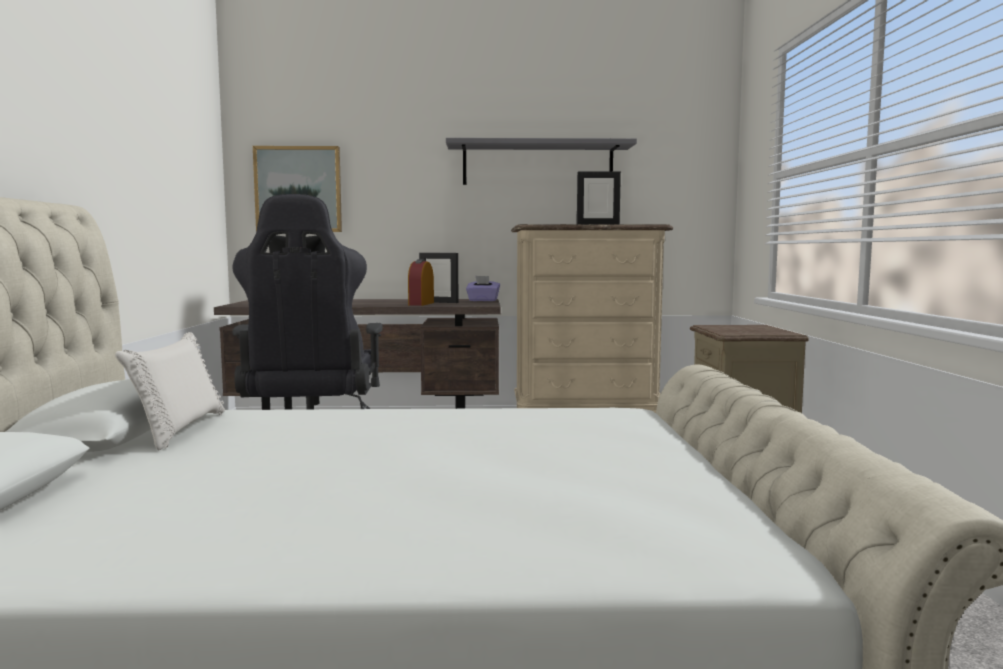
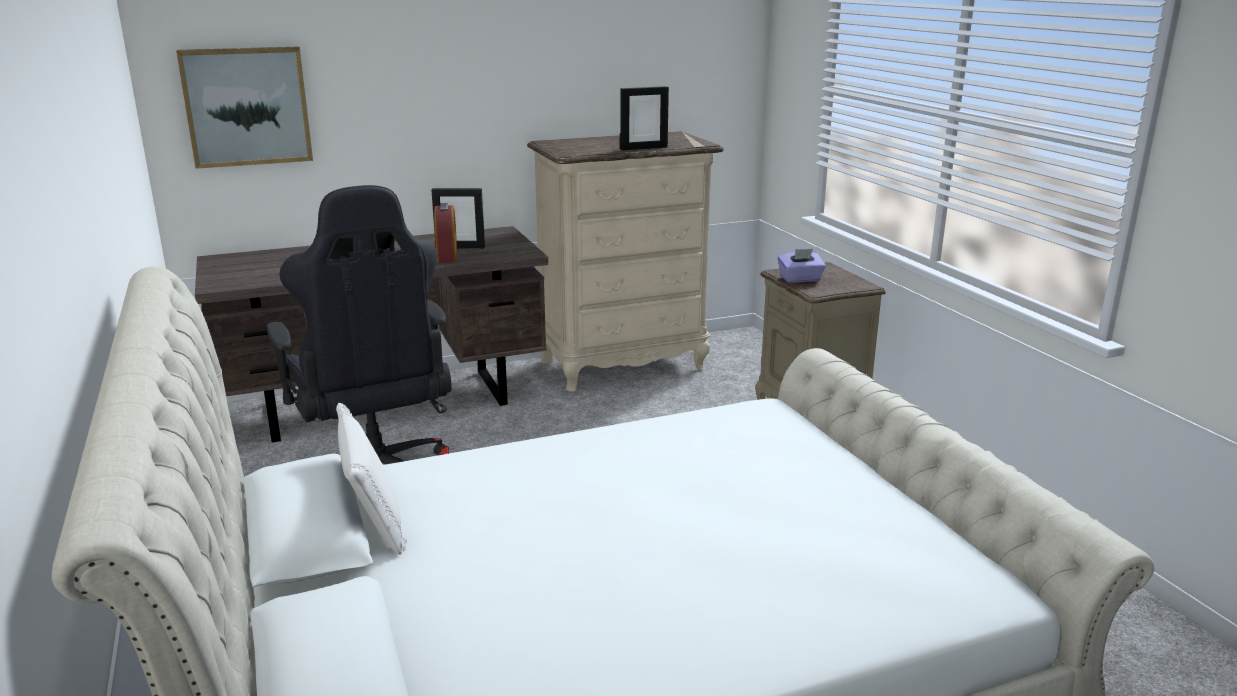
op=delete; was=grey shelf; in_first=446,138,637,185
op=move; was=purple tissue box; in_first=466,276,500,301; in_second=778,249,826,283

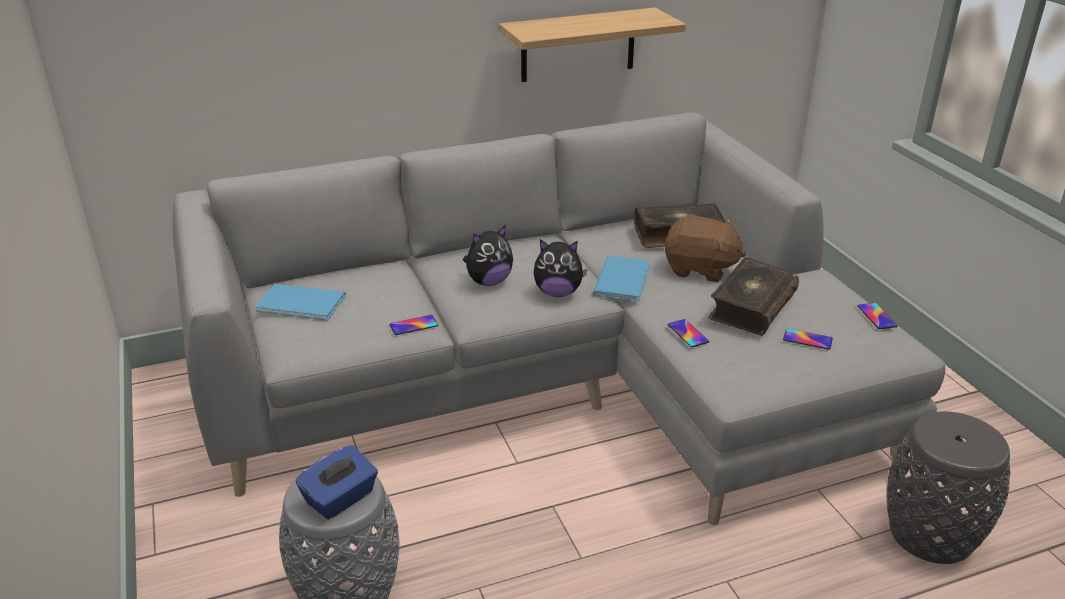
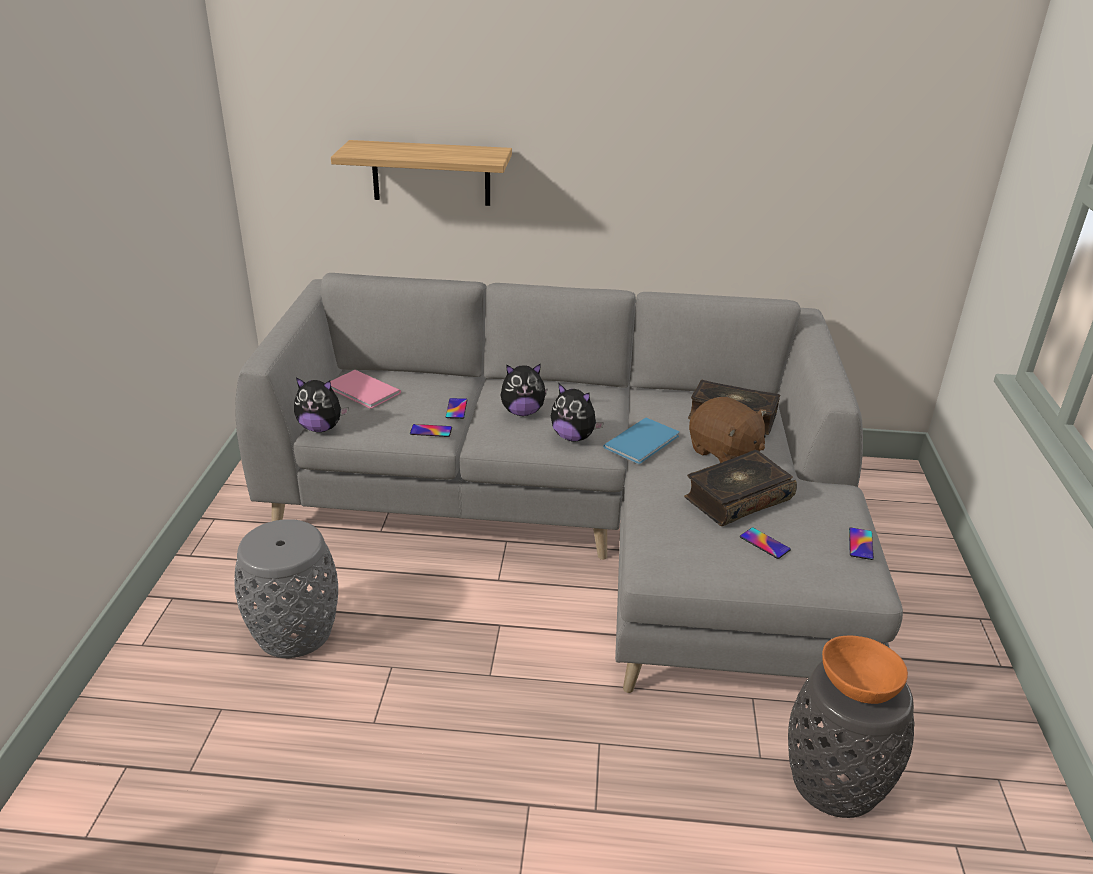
op=move; was=shelf; in_first=499,7,686,82; in_second=331,140,512,206
op=recolor; was=blue book; now=pink book; in_first=256,284,346,321; in_second=330,370,401,409
op=move; was=phone; in_first=668,319,709,347; in_second=446,398,467,419
op=delete; was=blue tissue box; in_first=296,445,378,520
op=insert; now=plush toy; in_second=294,377,348,432
op=insert; now=orange bowl; in_second=822,636,908,704

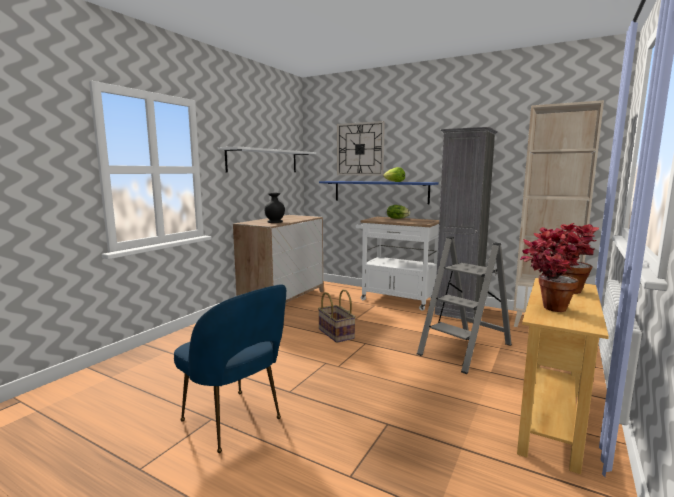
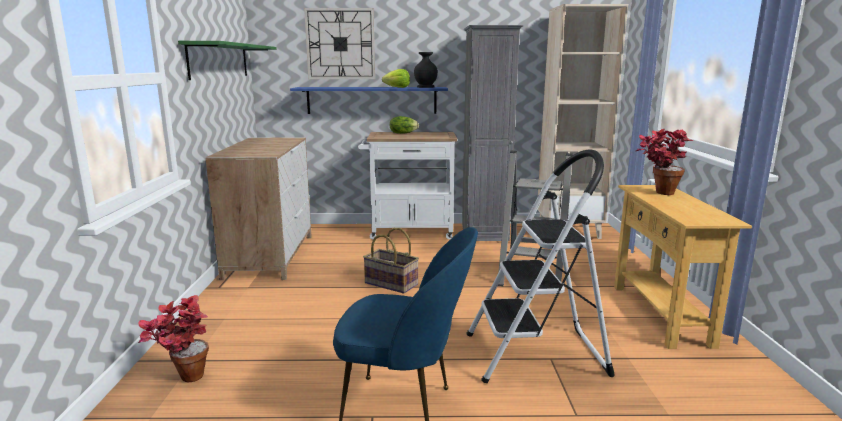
op=recolor; was=white shelf; now=green shelf; in_first=218,146,316,173; in_second=178,41,277,80
op=move; was=black vase; in_first=264,193,285,223; in_second=414,52,438,88
op=move; was=potted plant; in_first=520,231,591,312; in_second=138,295,209,383
op=insert; now=step ladder; in_second=466,150,614,383

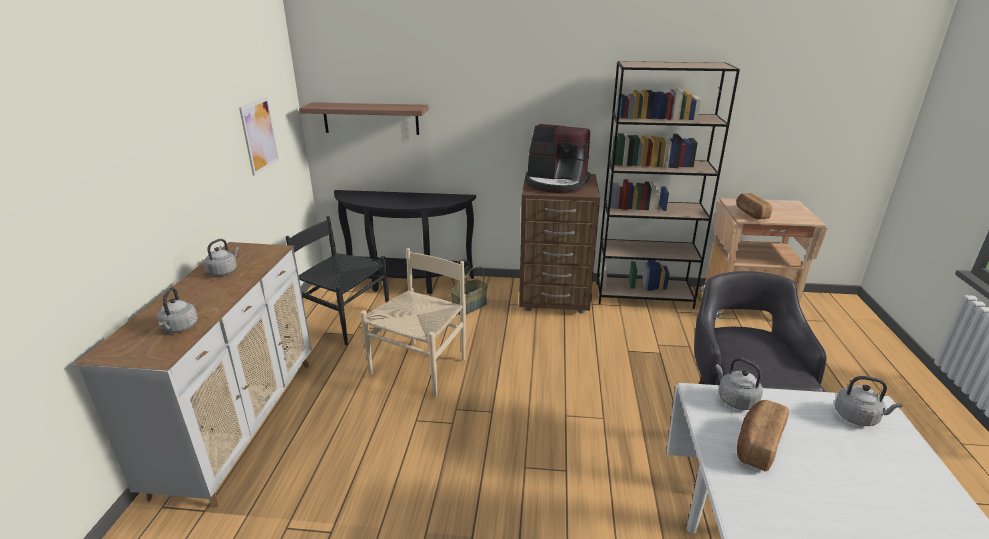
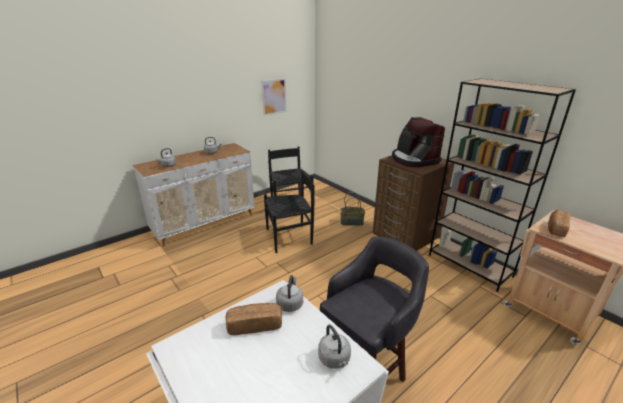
op=delete; was=shelf; in_first=299,102,429,135
op=delete; was=black console table; in_first=334,190,476,294
op=recolor; was=beige chair; now=black chair; in_first=361,248,466,398; in_second=264,170,314,253

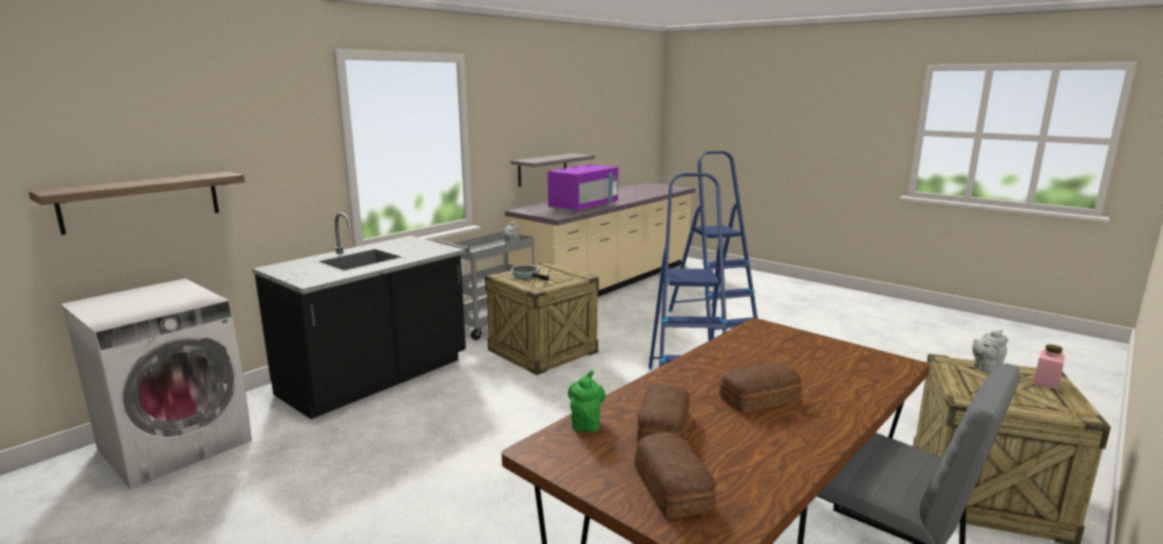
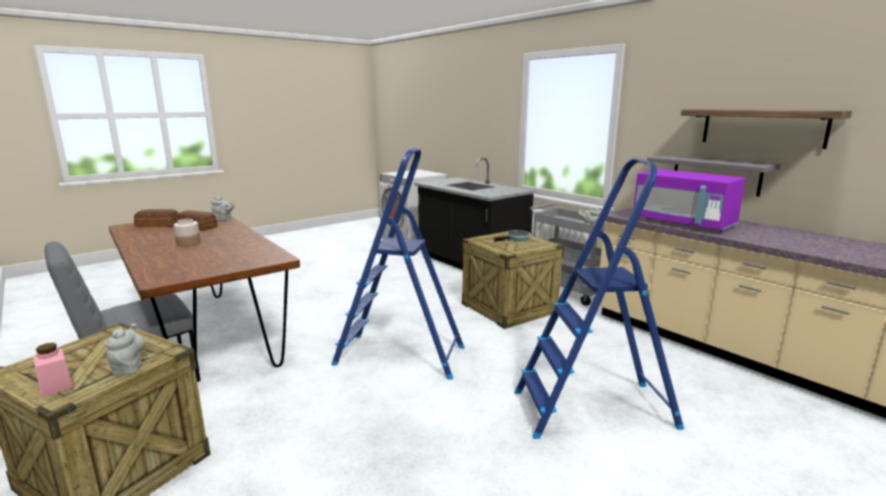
op=move; was=shelf; in_first=29,172,245,235; in_second=681,109,852,149
op=replace; was=bread; now=jar; in_first=719,362,802,413; in_second=174,219,201,246
op=recolor; was=green teapot; now=grey teapot; in_first=568,370,606,432; in_second=211,196,235,221

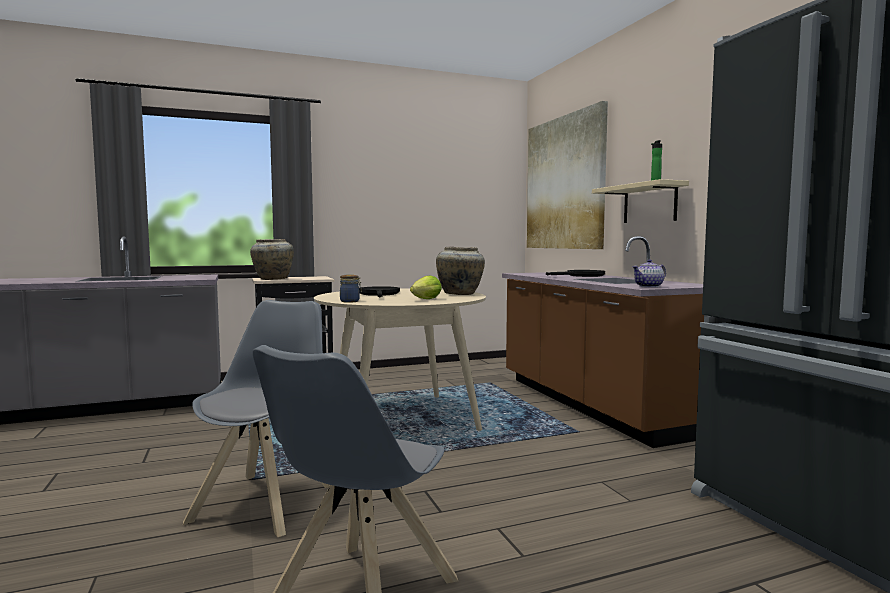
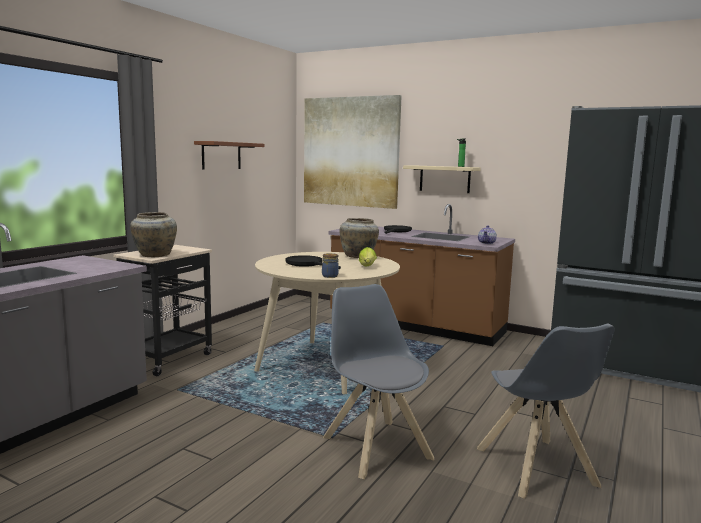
op=insert; now=brown shelf; in_second=194,141,265,169

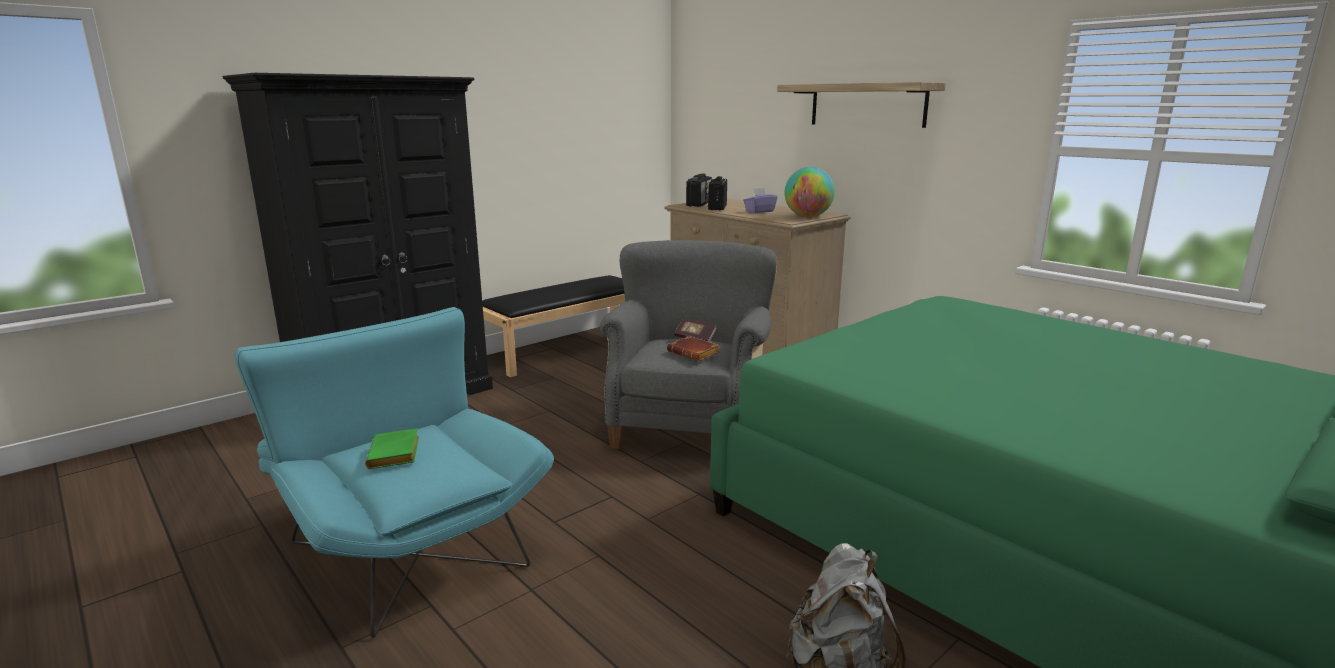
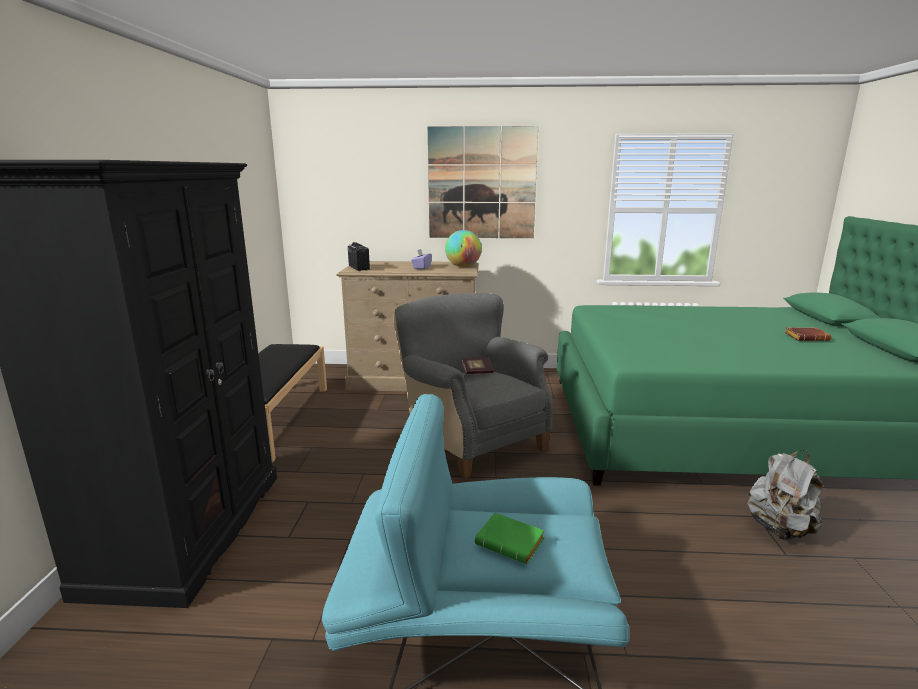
op=replace; was=shelf; now=picture; in_first=777,82,946,128; in_second=428,126,538,238
op=delete; was=radio; in_first=708,176,727,211
op=move; was=brown book; in_first=667,336,720,361; in_second=784,327,831,341

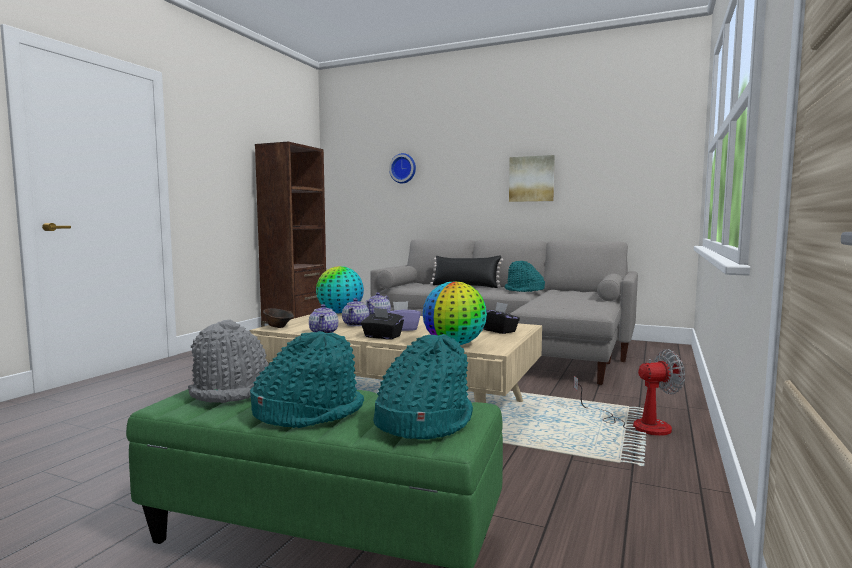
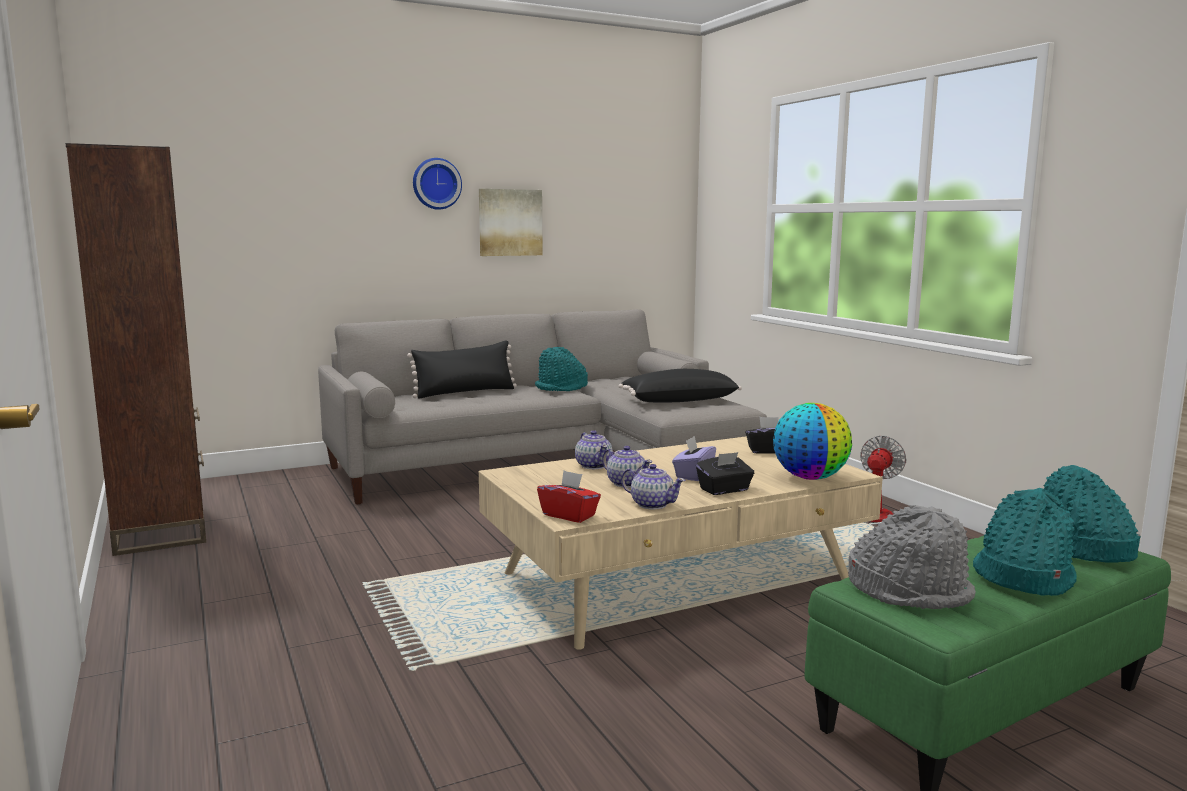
op=move; was=wall clock; in_first=389,153,416,184; in_second=413,158,462,210
op=delete; was=globe; in_first=316,266,364,313
op=replace; was=brown bowl; now=red tissue box; in_first=263,308,294,328; in_second=537,470,601,523
op=insert; now=black pillow; in_second=618,369,742,403

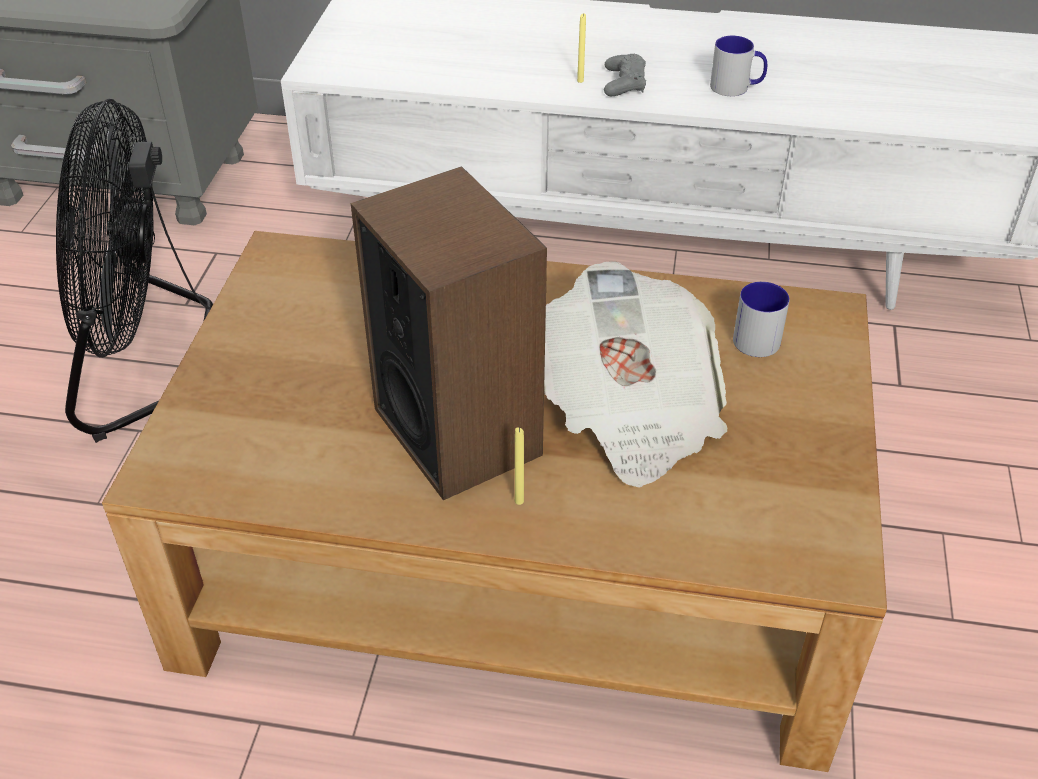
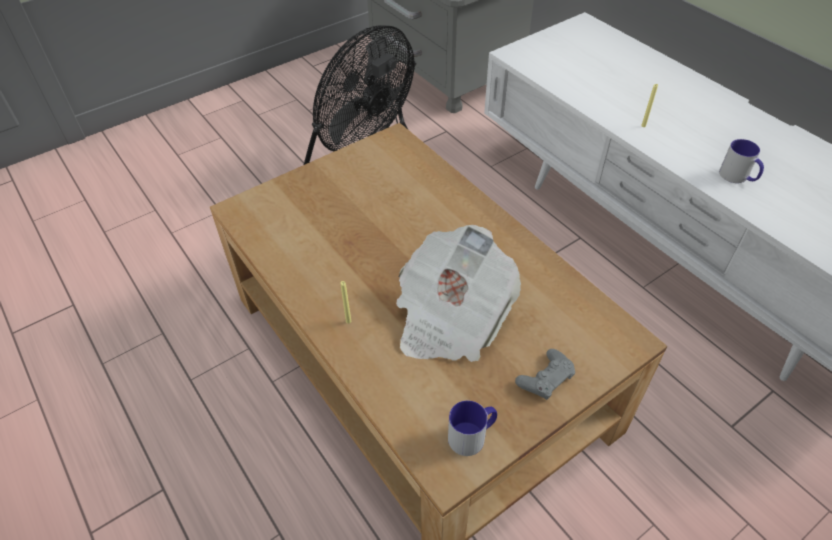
op=move; was=grey game controller; in_first=604,54,646,96; in_second=515,349,575,400
op=delete; was=speaker; in_first=351,166,547,500
op=move; was=mug; in_first=733,282,790,357; in_second=448,400,497,456

